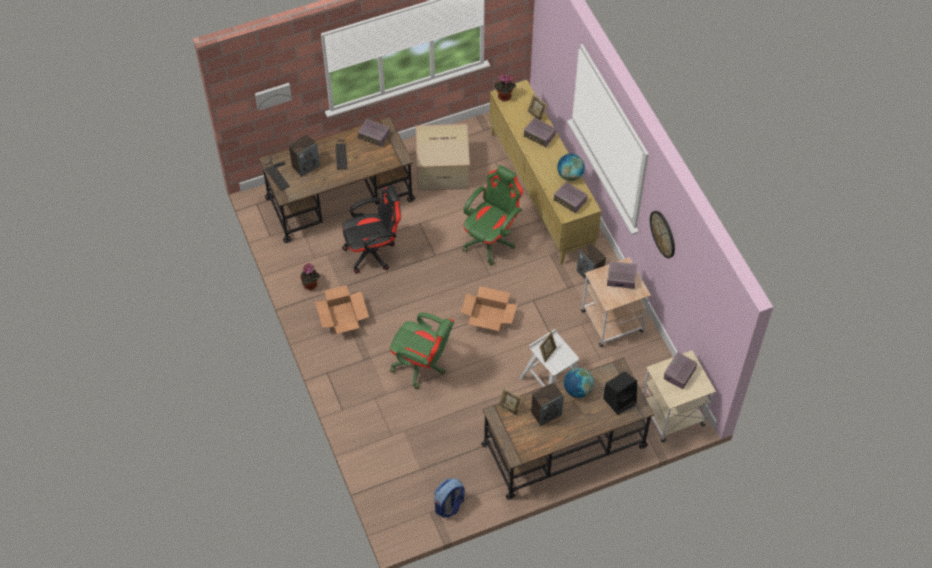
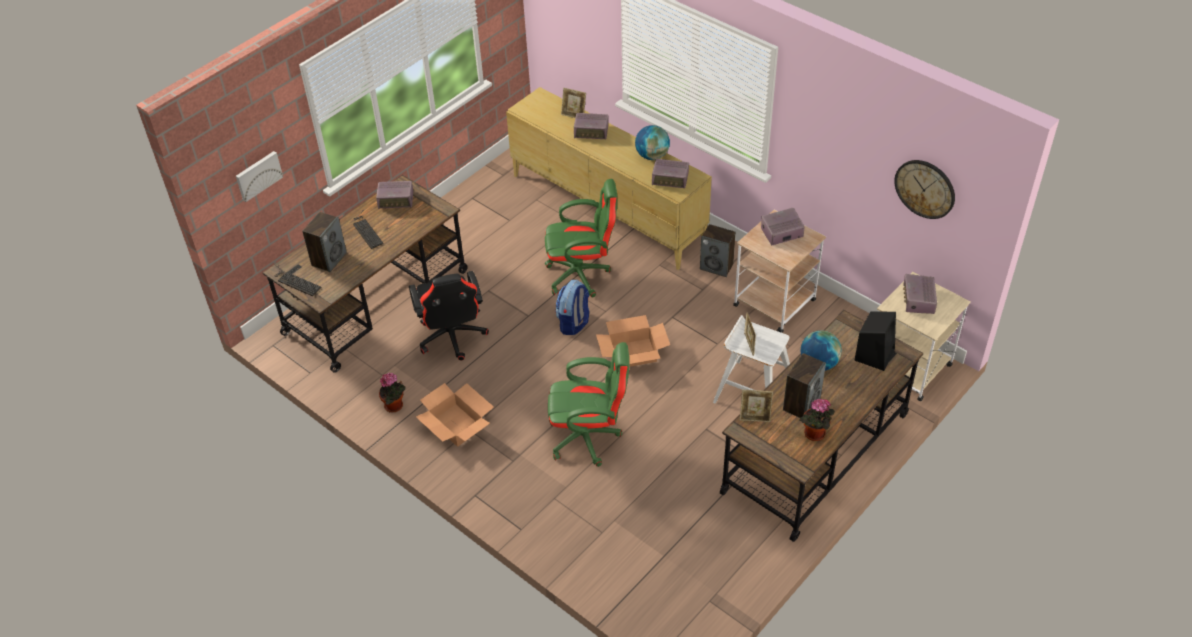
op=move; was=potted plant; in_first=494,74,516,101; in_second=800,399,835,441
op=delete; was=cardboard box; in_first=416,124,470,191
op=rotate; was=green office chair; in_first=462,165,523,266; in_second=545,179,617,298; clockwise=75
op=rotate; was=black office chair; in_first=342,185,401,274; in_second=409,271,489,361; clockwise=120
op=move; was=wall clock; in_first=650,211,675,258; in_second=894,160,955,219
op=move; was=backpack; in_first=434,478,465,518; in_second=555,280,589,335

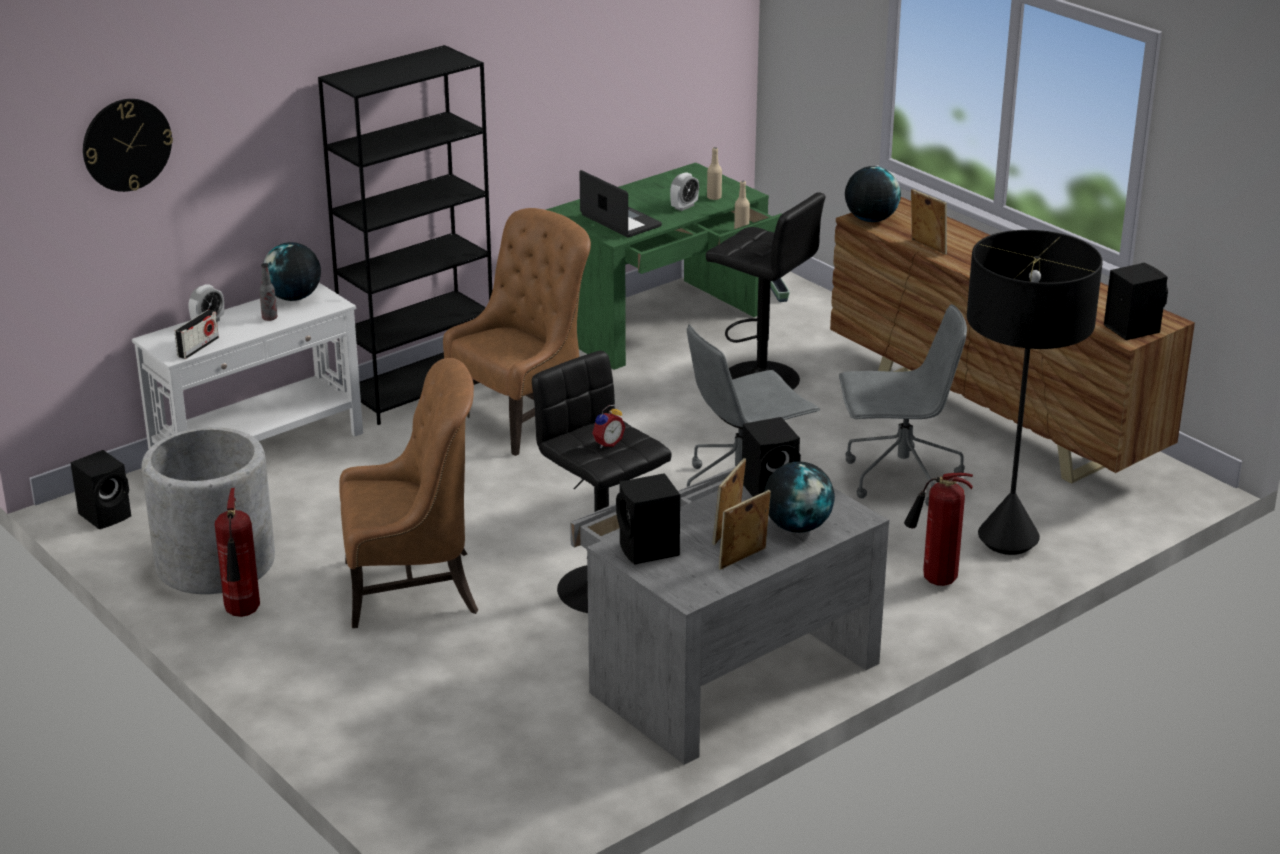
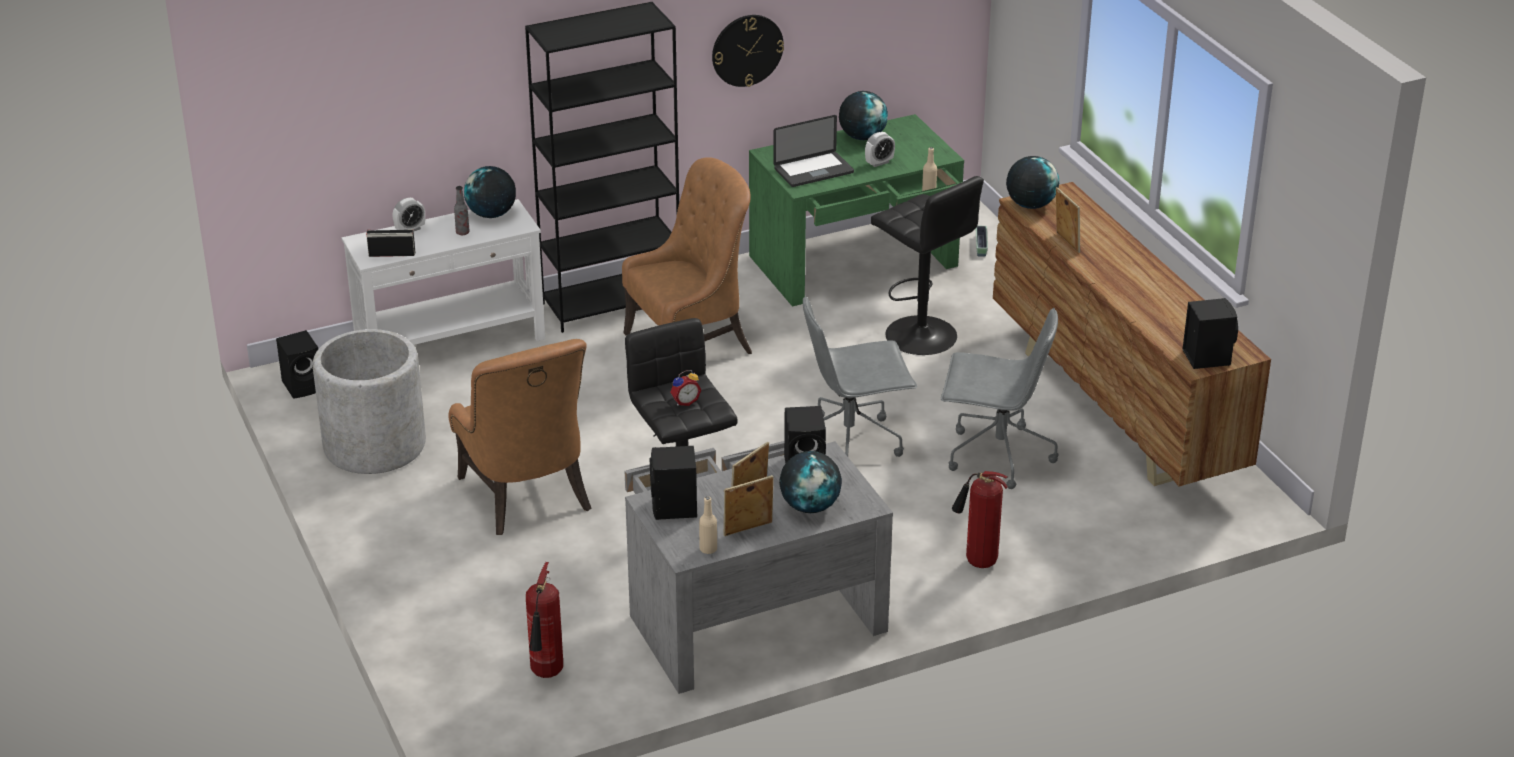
op=move; was=wall clock; in_first=83,99,173,192; in_second=712,15,784,87
op=move; was=beige bottle; in_first=707,147,722,200; in_second=699,496,717,554
op=rotate; was=laptop; in_first=579,170,662,237; in_second=773,115,854,187; clockwise=90
op=delete; was=black floor lamp; in_first=967,230,1103,555
op=rotate; was=radio; in_first=175,310,219,359; in_second=366,229,415,257; clockwise=-135
op=rotate; was=brown chair; in_first=340,358,478,628; in_second=448,339,592,535; clockwise=60
op=move; was=fire extinguisher; in_first=215,488,260,617; in_second=526,562,563,678
op=insert; now=globe; in_second=839,91,888,140

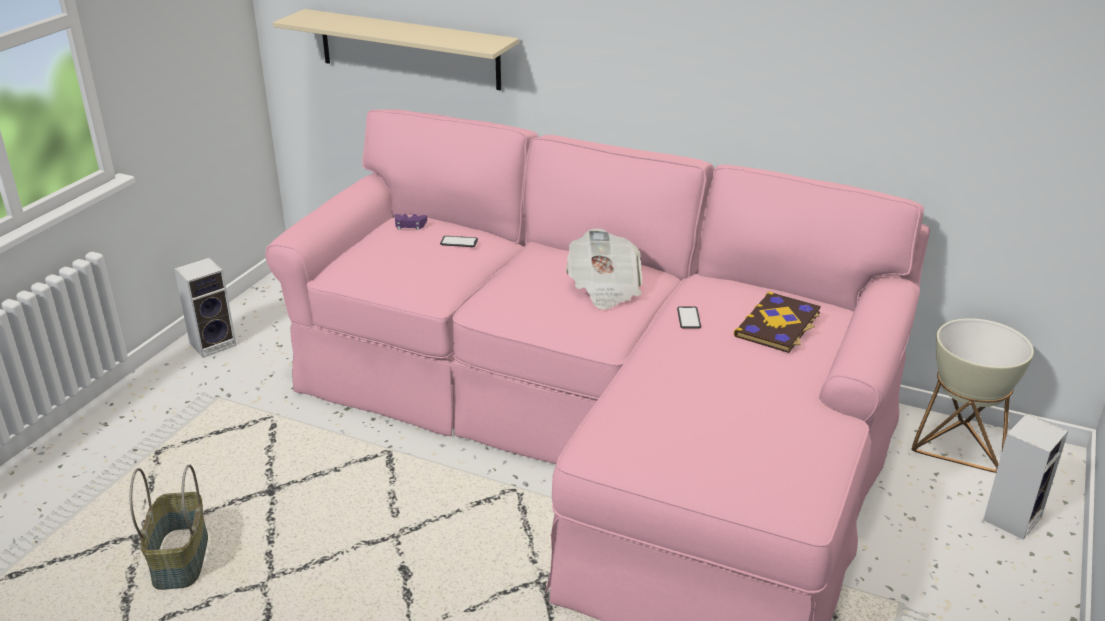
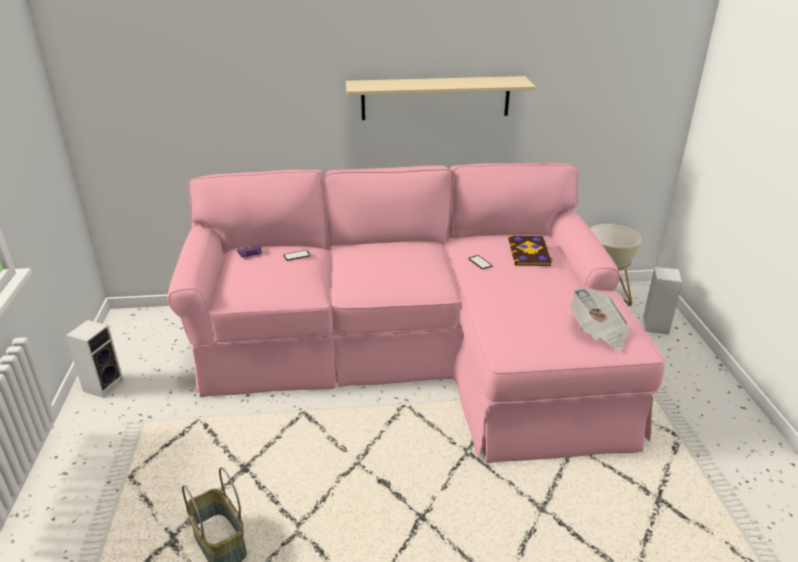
op=move; was=beige shelf; in_first=273,9,519,91; in_second=346,76,536,120
op=move; was=newspaper; in_first=566,228,642,310; in_second=570,288,631,351

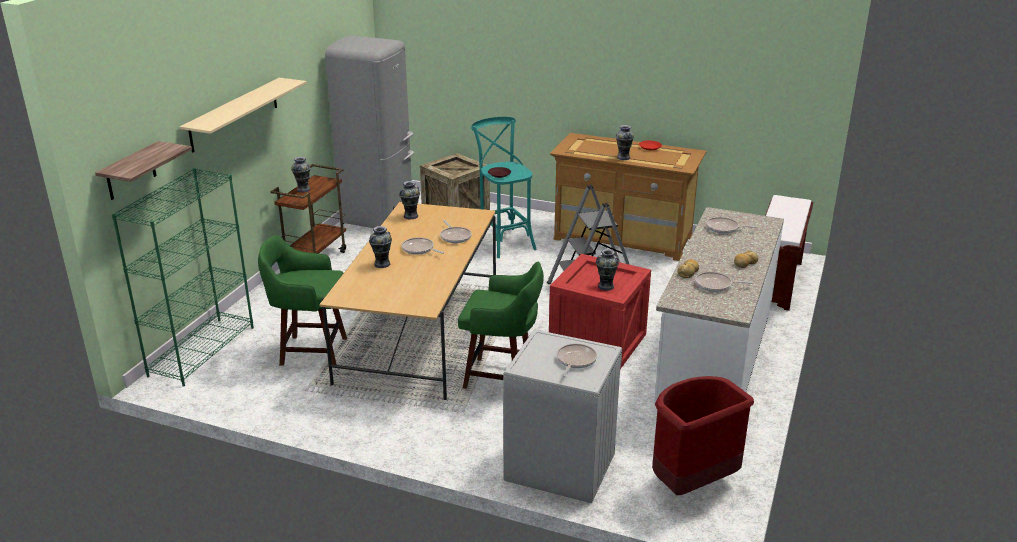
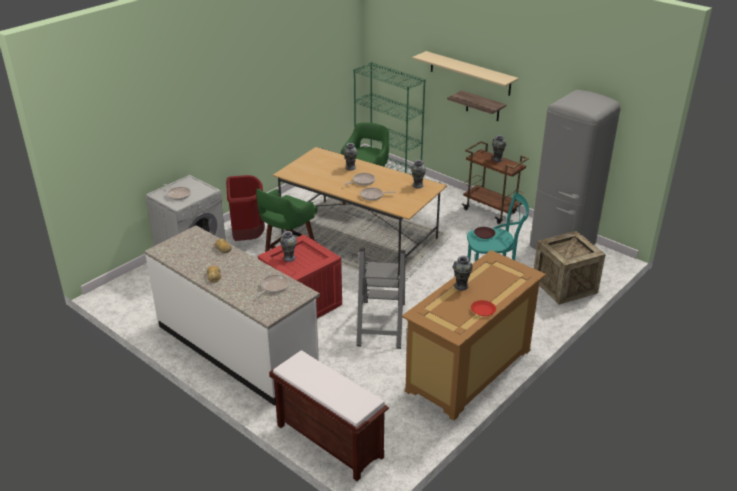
op=move; was=shelf; in_first=95,141,192,200; in_second=447,91,506,121
op=delete; was=frying pan; in_first=695,272,753,292
op=move; was=red trash can; in_first=652,376,754,495; in_second=226,175,265,241

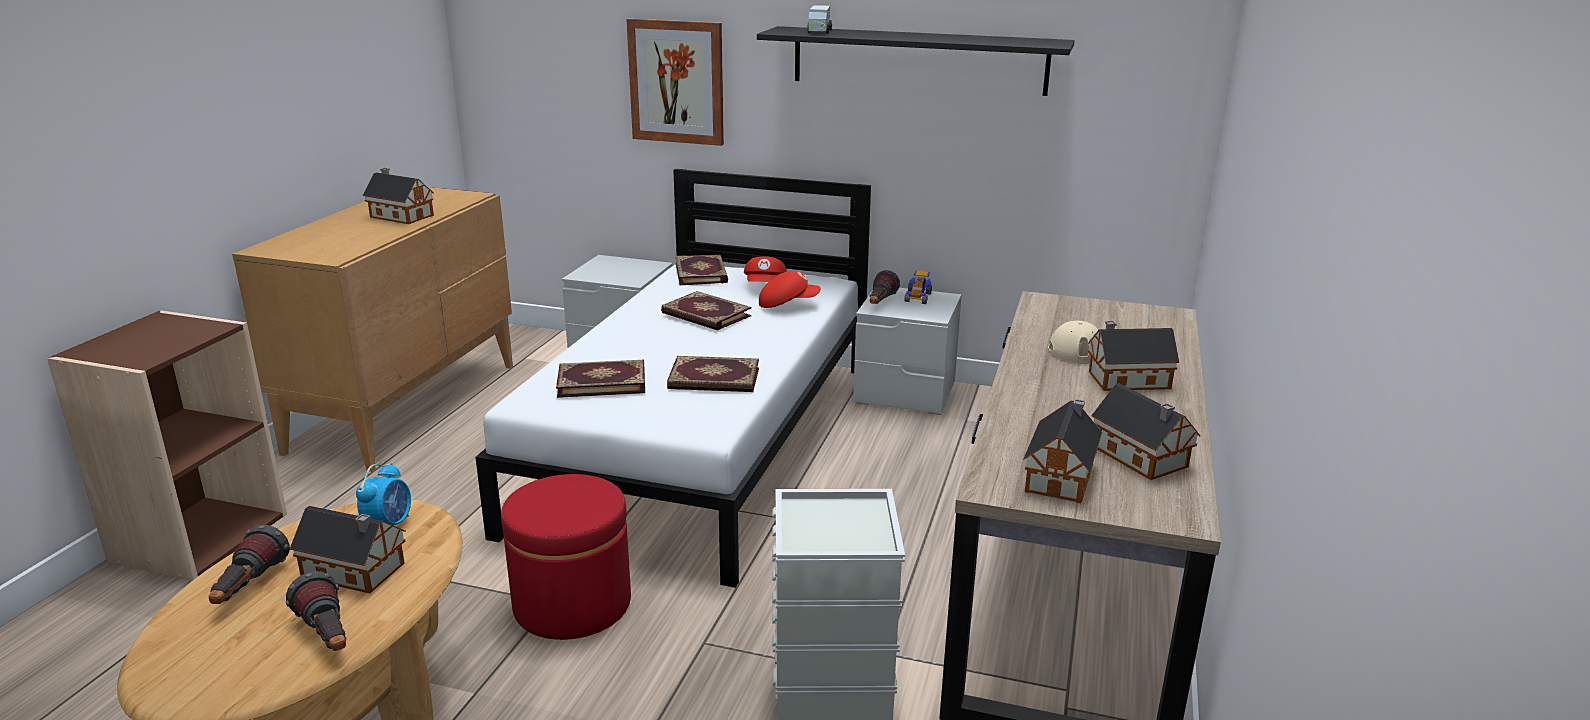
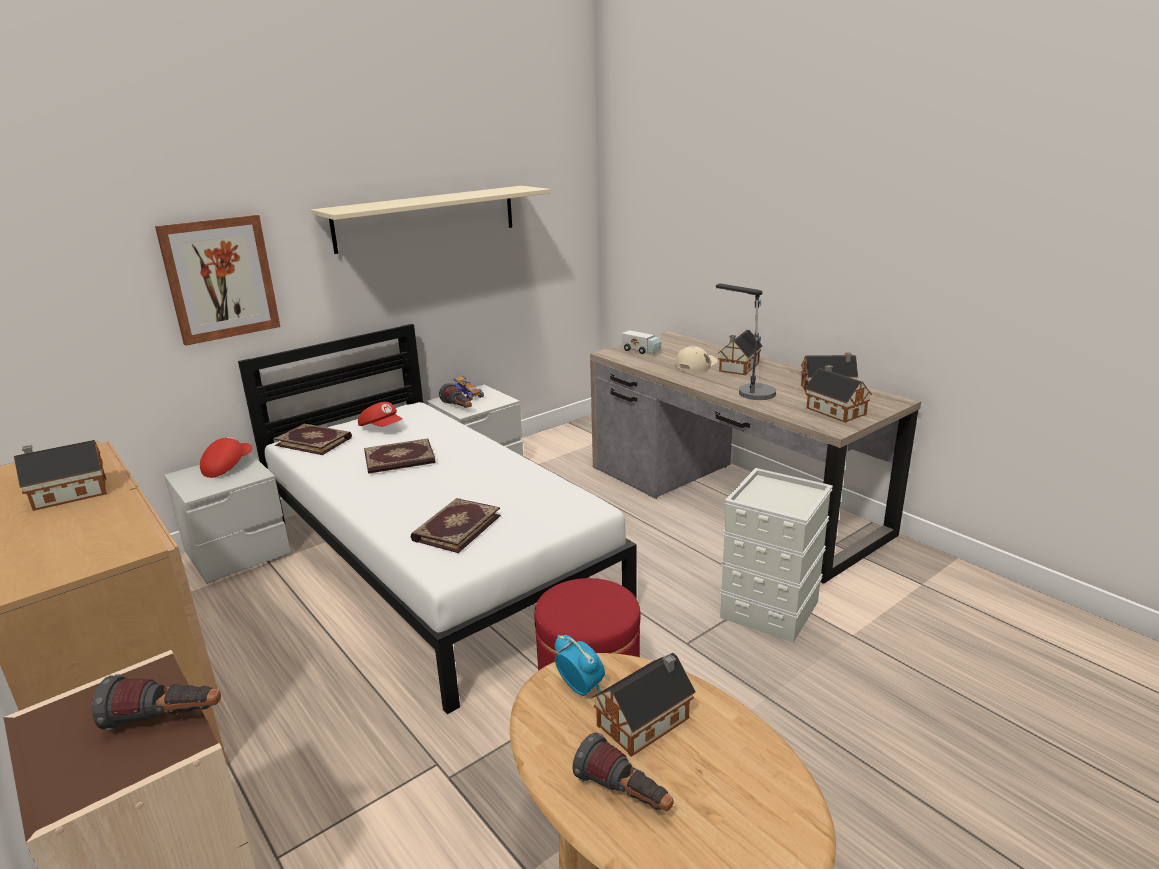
op=move; was=toy truck; in_first=807,5,832,33; in_second=622,330,661,354
op=recolor; was=black shelf; now=beige shelf; in_first=757,26,1075,96; in_second=311,186,550,254
op=move; was=red cap; in_first=759,271,821,308; in_second=200,437,252,478
op=delete; was=book; in_first=667,356,759,392
op=move; was=flashlight; in_first=286,571,347,651; in_second=92,674,221,731
op=insert; now=table lamp; in_second=716,283,776,400

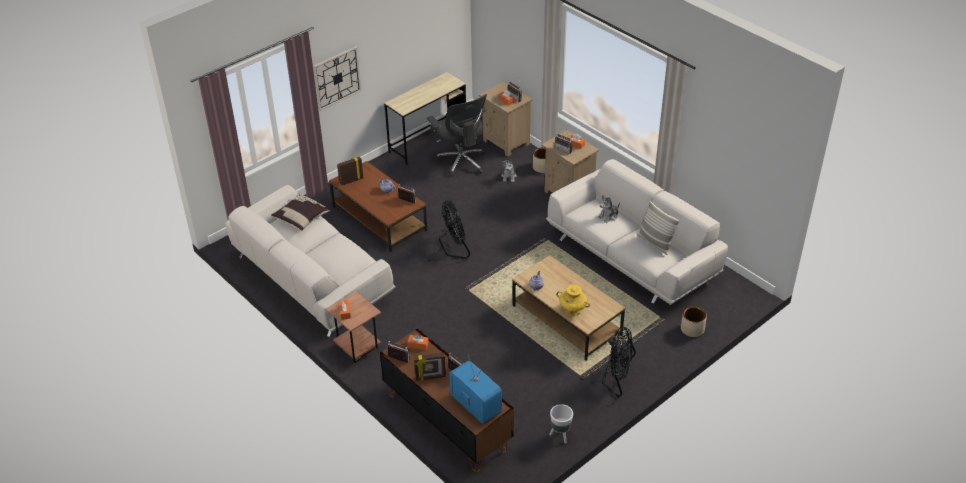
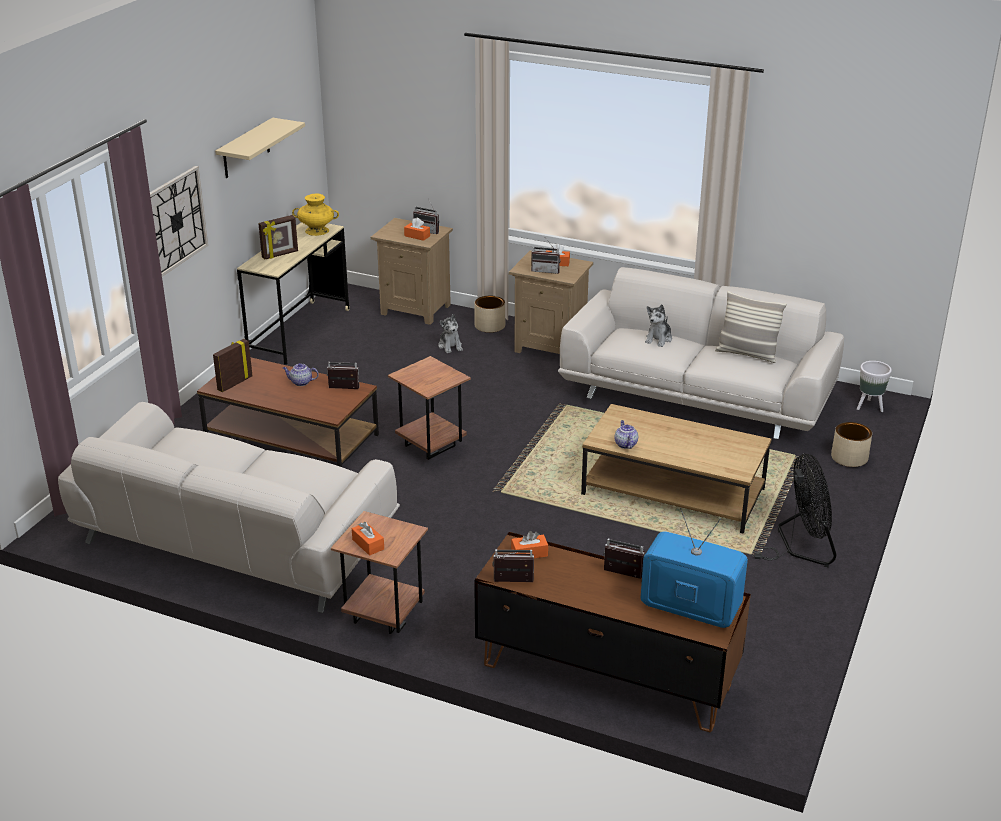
op=delete; was=office chair; in_first=427,94,487,177
op=delete; was=pillow; in_first=271,193,330,231
op=replace; was=black fan; now=brown side table; in_first=427,200,470,261; in_second=388,356,471,460
op=move; was=yellow vase; in_first=556,285,590,316; in_second=292,194,339,236
op=move; was=picture frame; in_first=414,352,446,381; in_second=258,215,298,259
op=move; was=white planter; in_first=549,404,573,443; in_second=857,361,892,412
op=insert; now=beige shelf; in_second=215,118,305,178

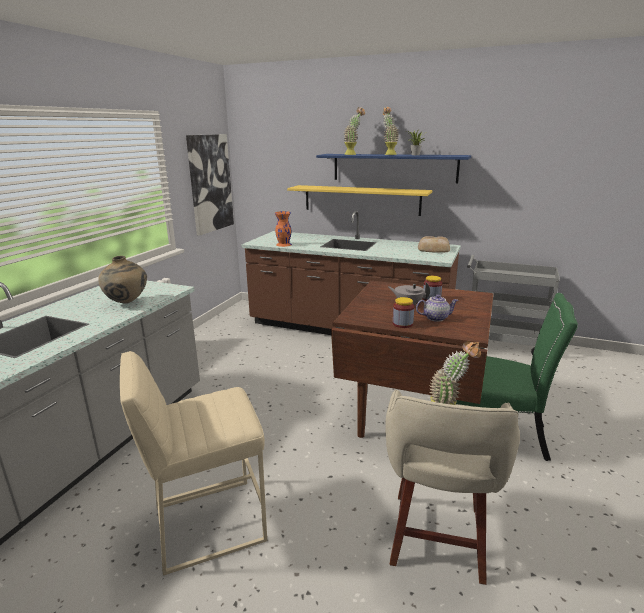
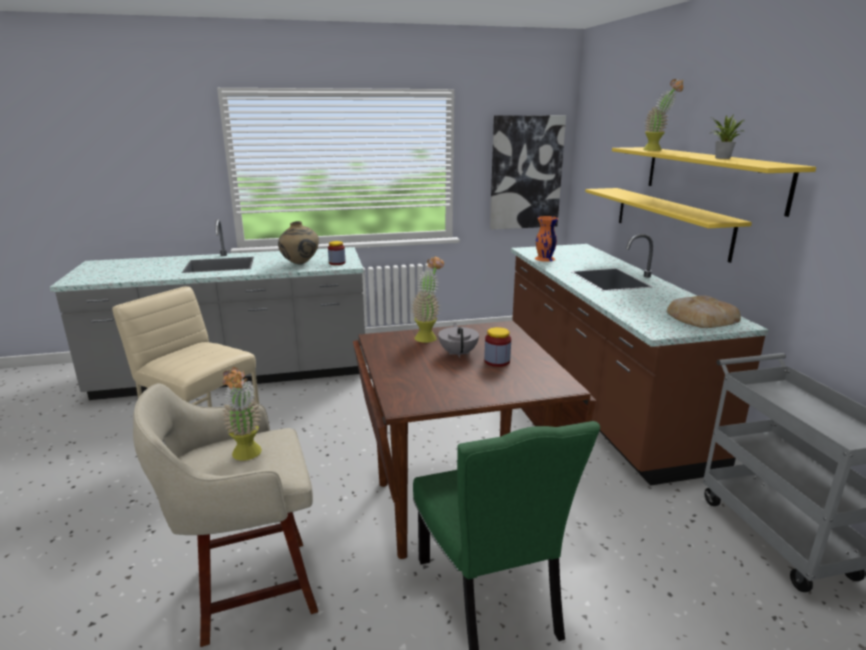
op=move; was=potted plant; in_first=383,107,398,155; in_second=412,256,444,343
op=recolor; was=blue shelf; now=yellow shelf; in_first=316,154,471,183; in_second=612,147,816,217
op=delete; was=teapot; in_first=416,294,459,322
op=move; was=jar; in_first=393,297,414,328; in_second=328,241,345,265

